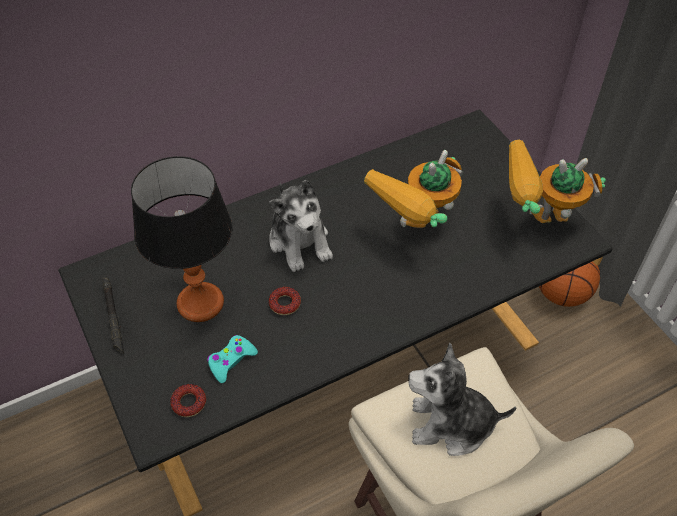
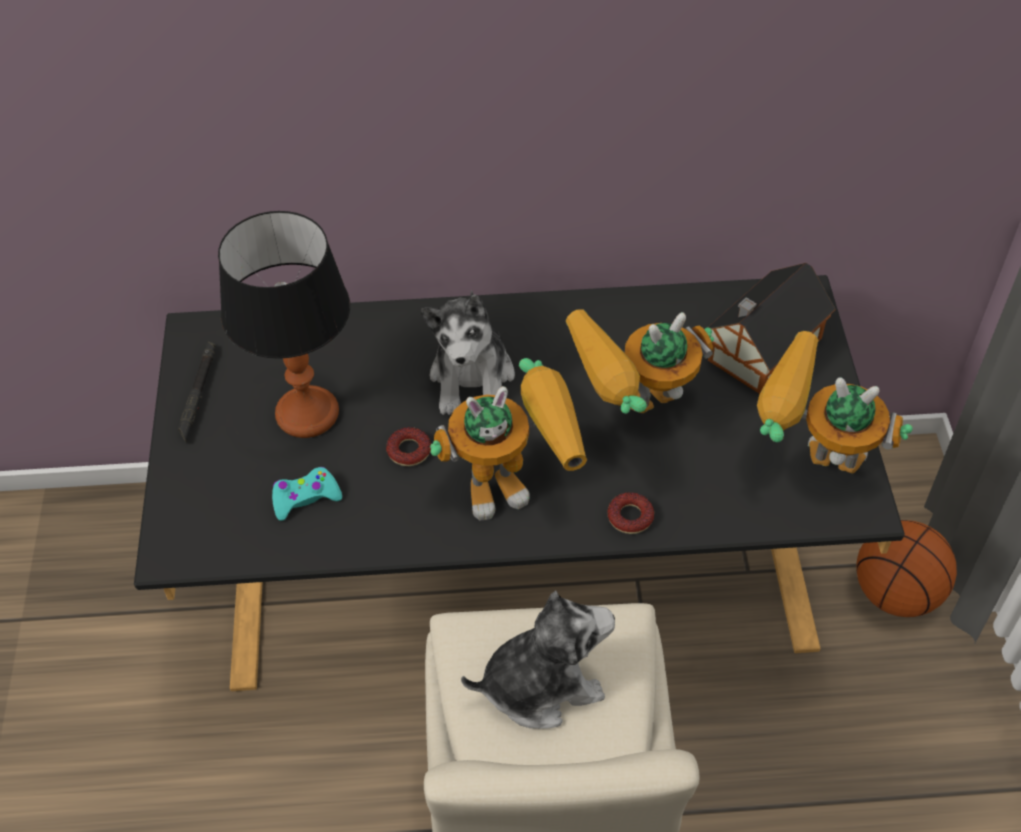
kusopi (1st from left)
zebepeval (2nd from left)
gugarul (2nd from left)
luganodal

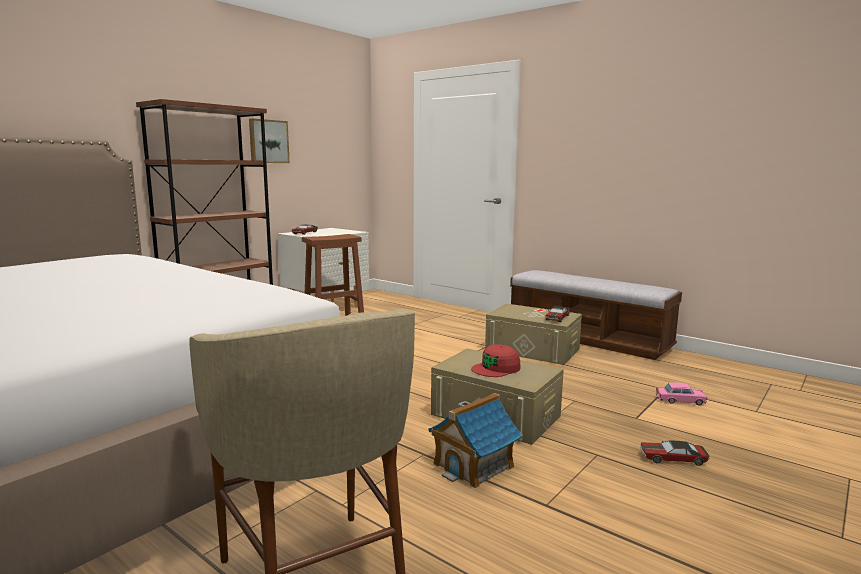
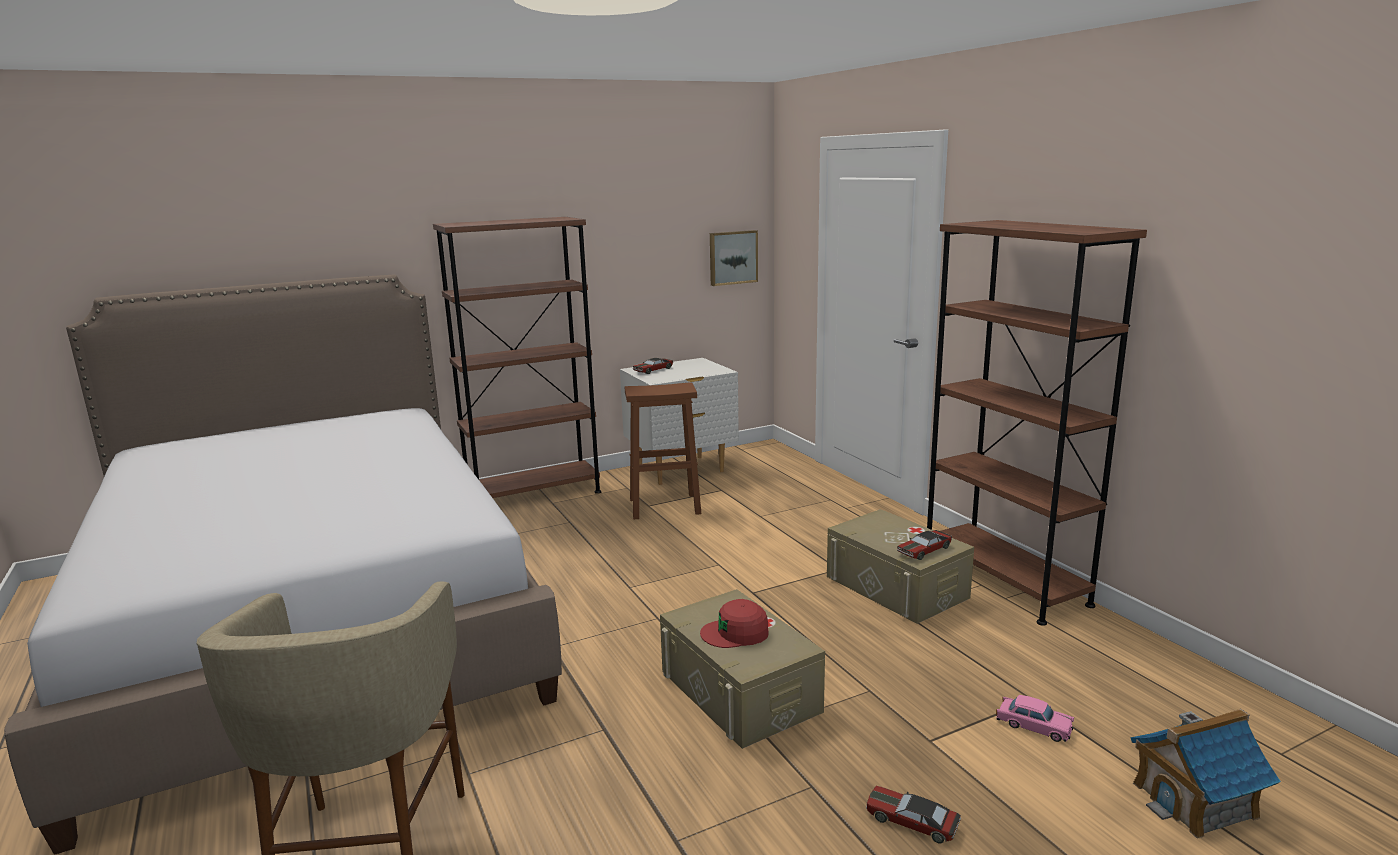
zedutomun
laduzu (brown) (2nd from left)
luganodal

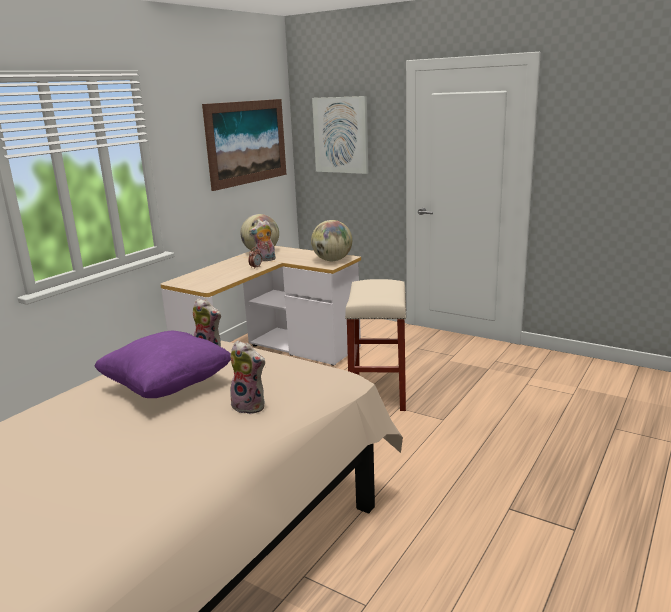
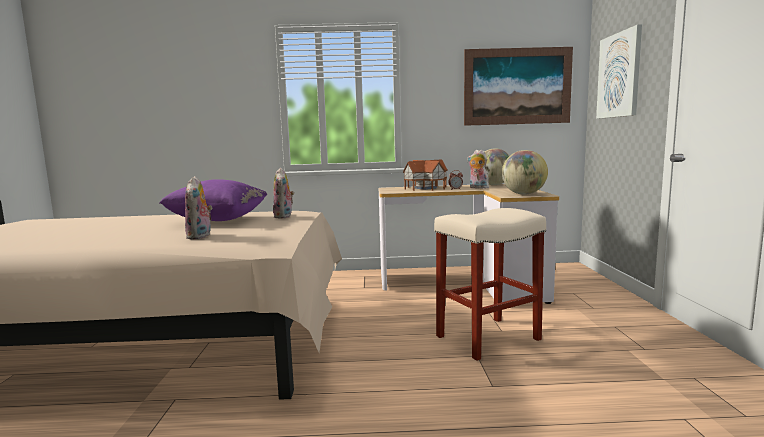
luganodal

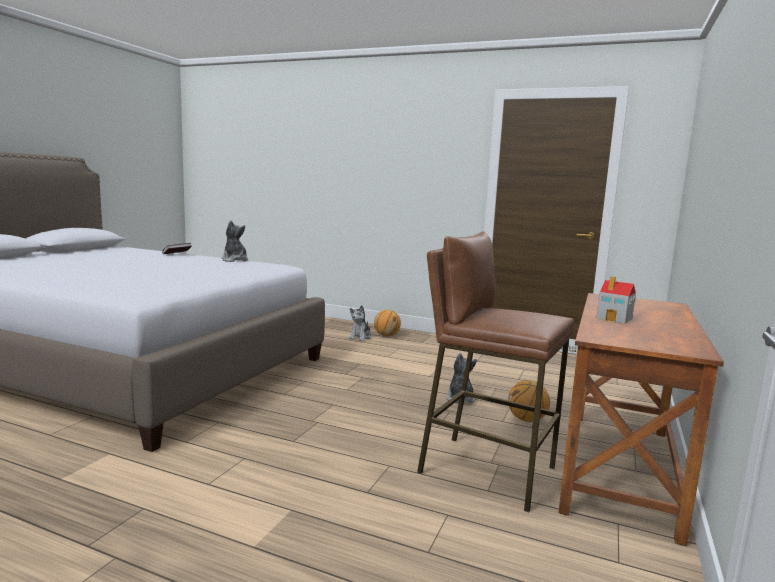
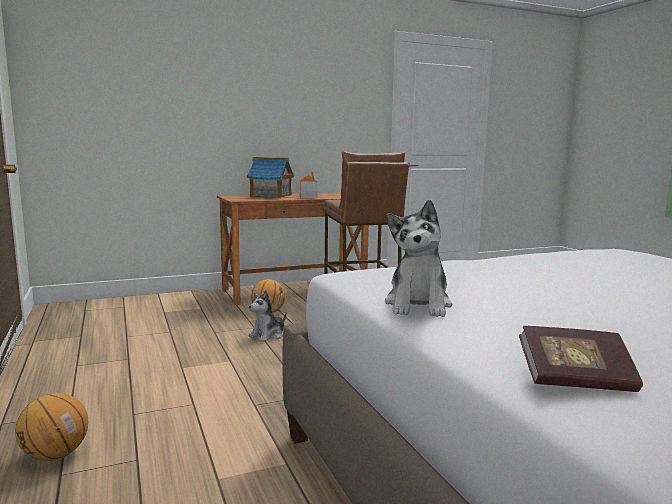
luganodal (1st from left)
zebepeval (2nd from left in the first image)

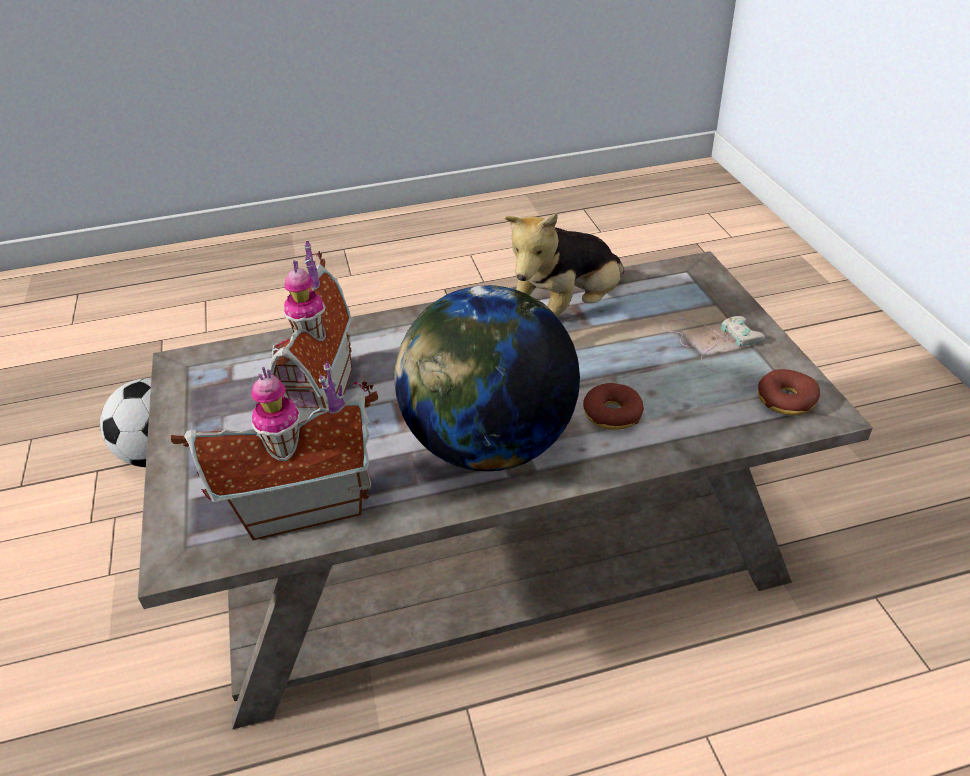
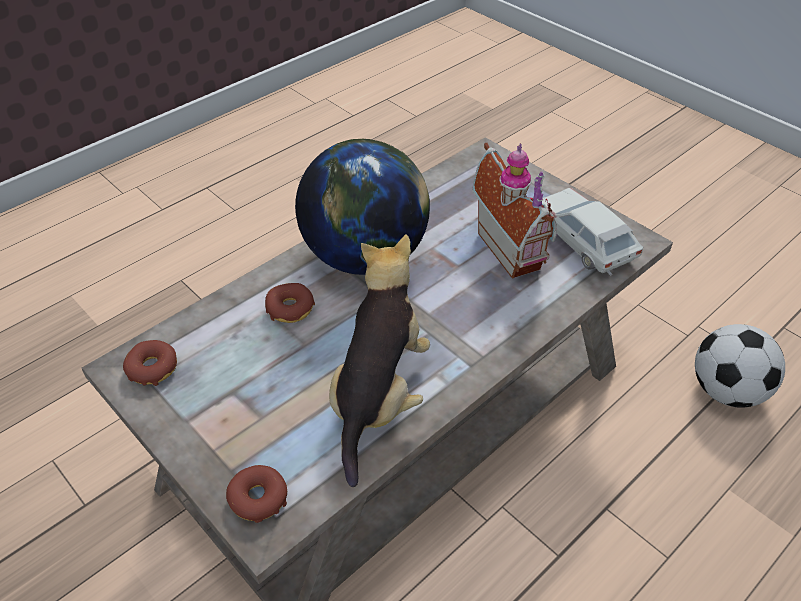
gugarul (2nd from left)
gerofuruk
luganodal (1st from left in the first image)
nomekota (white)

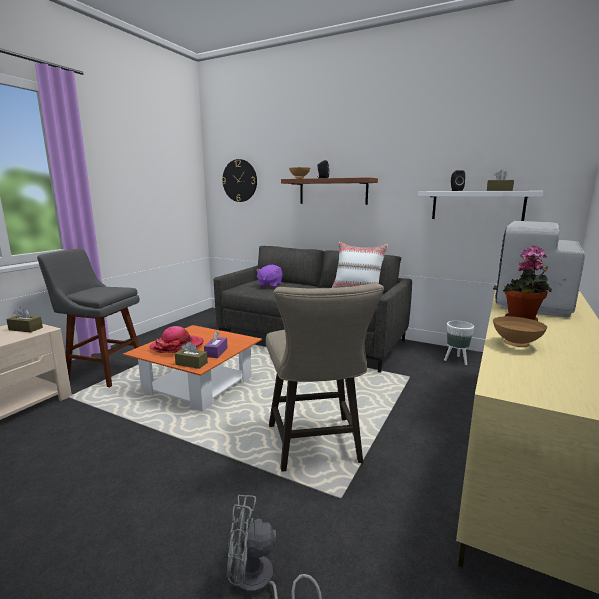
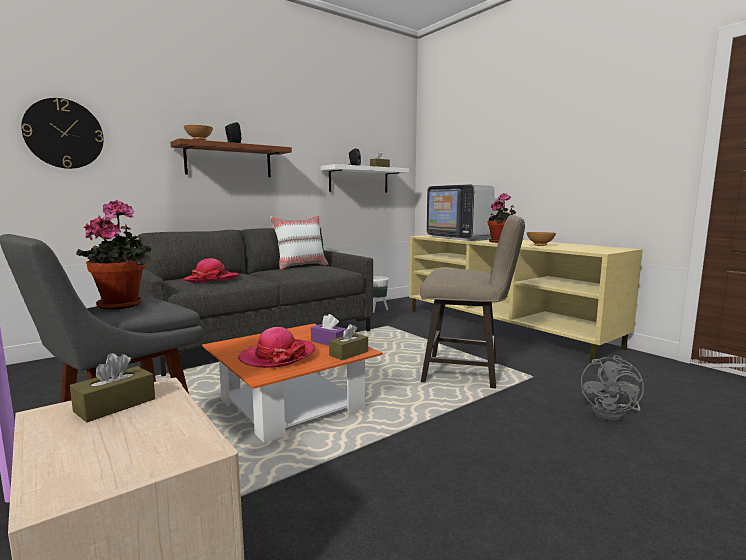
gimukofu (1st from left)
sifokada (1st from left)

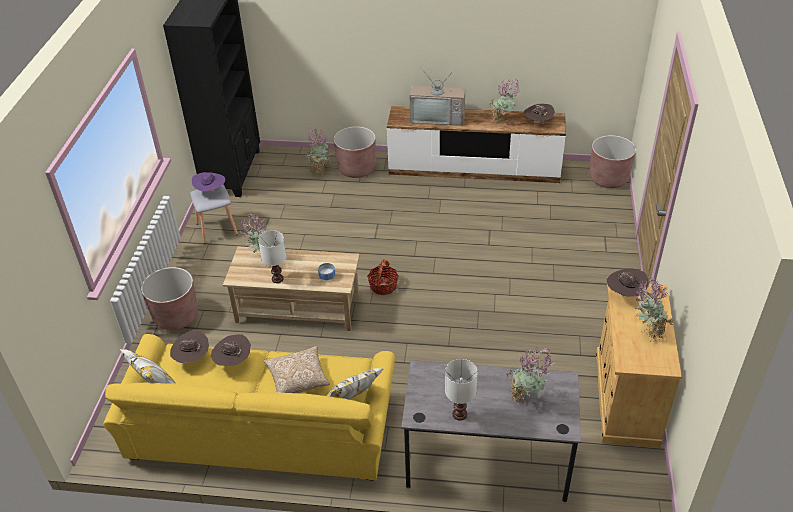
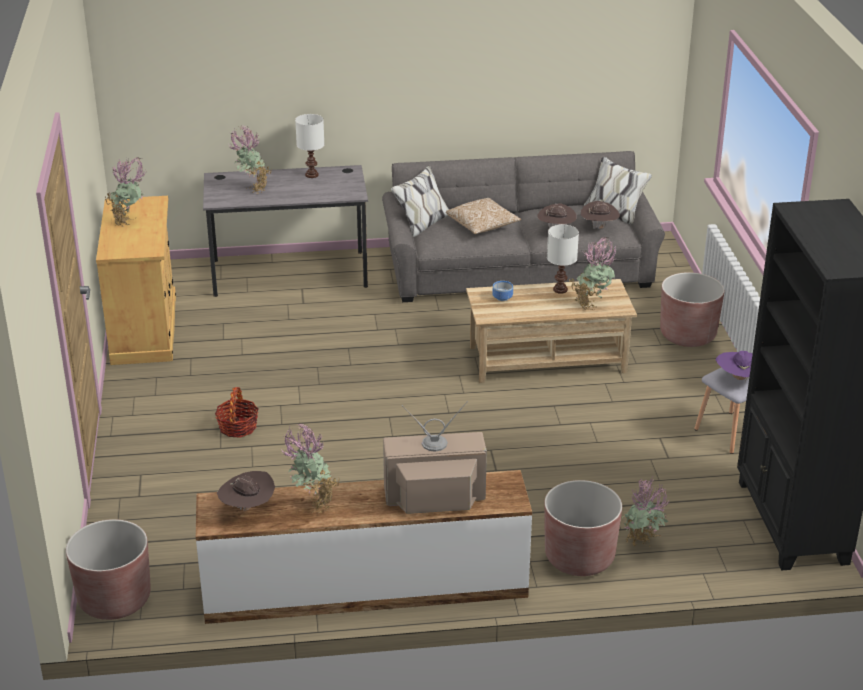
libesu
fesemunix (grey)
sifokada (brown) (4th from left in the first image)

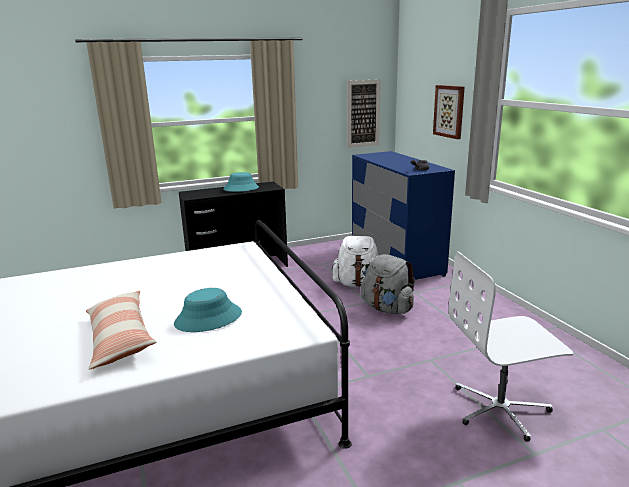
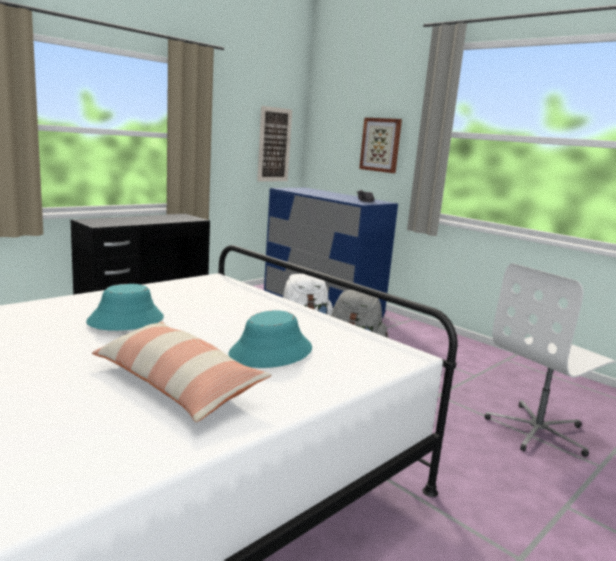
sifokada (turquoise) (1st from left)

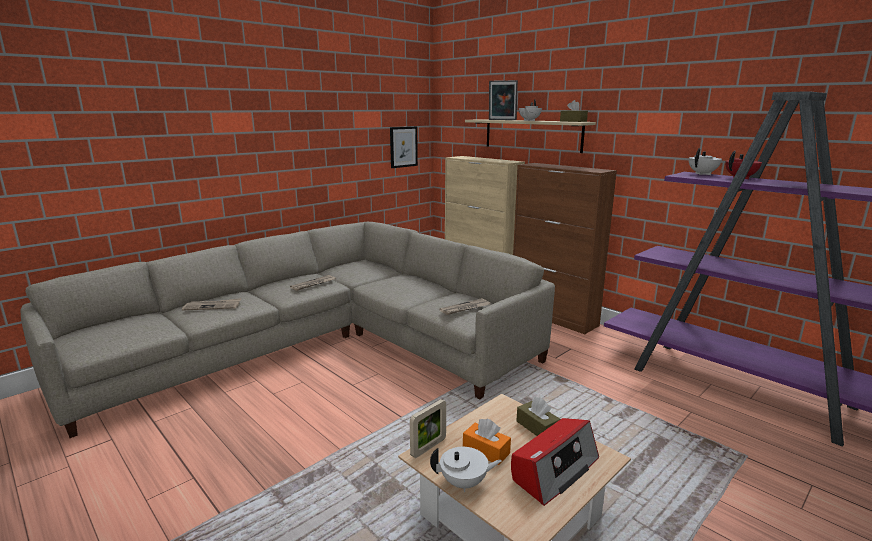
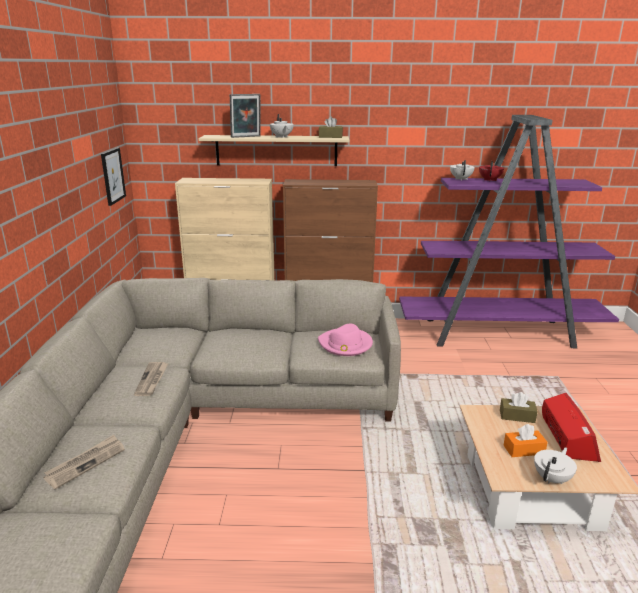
sifokada (pink)
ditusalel (1st from left in the first image)

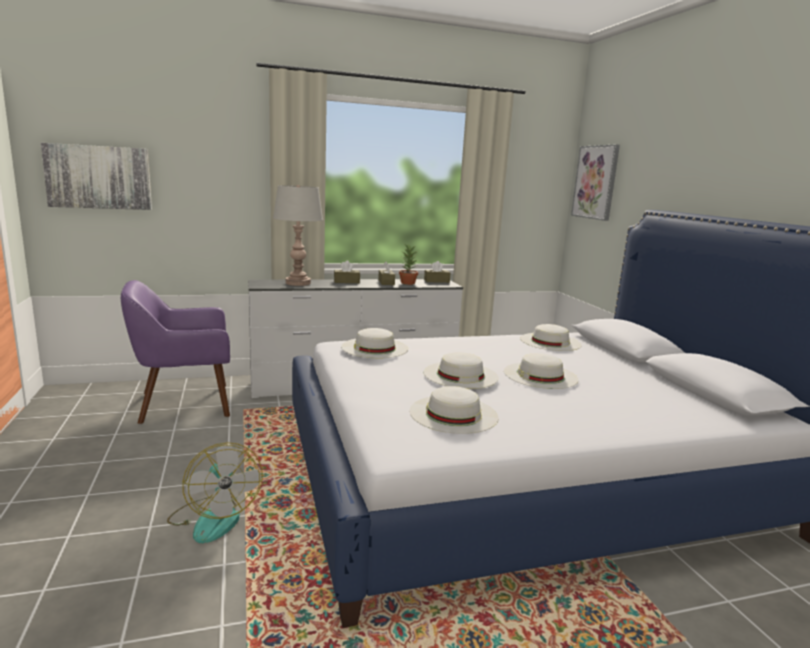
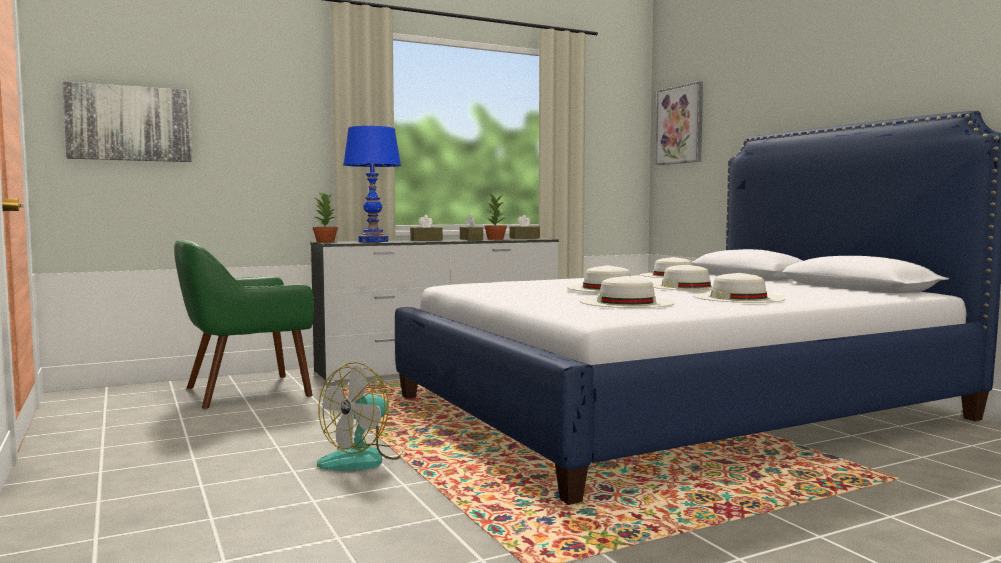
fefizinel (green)
gimukofu (1st from left)
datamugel
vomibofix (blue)
sifokada (white) (5th from left)

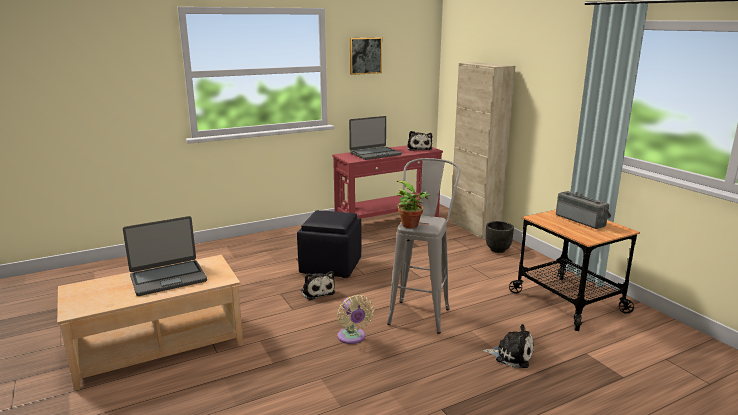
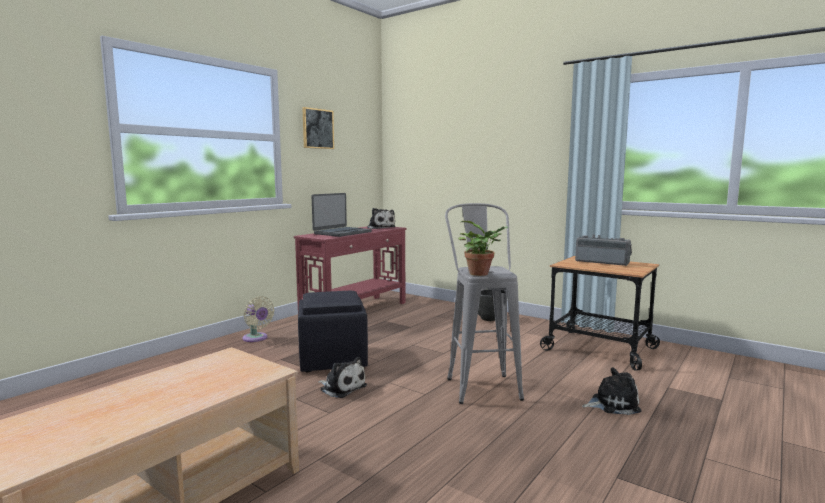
datamugel (beige)
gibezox (1st from left in the first image)
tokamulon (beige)

